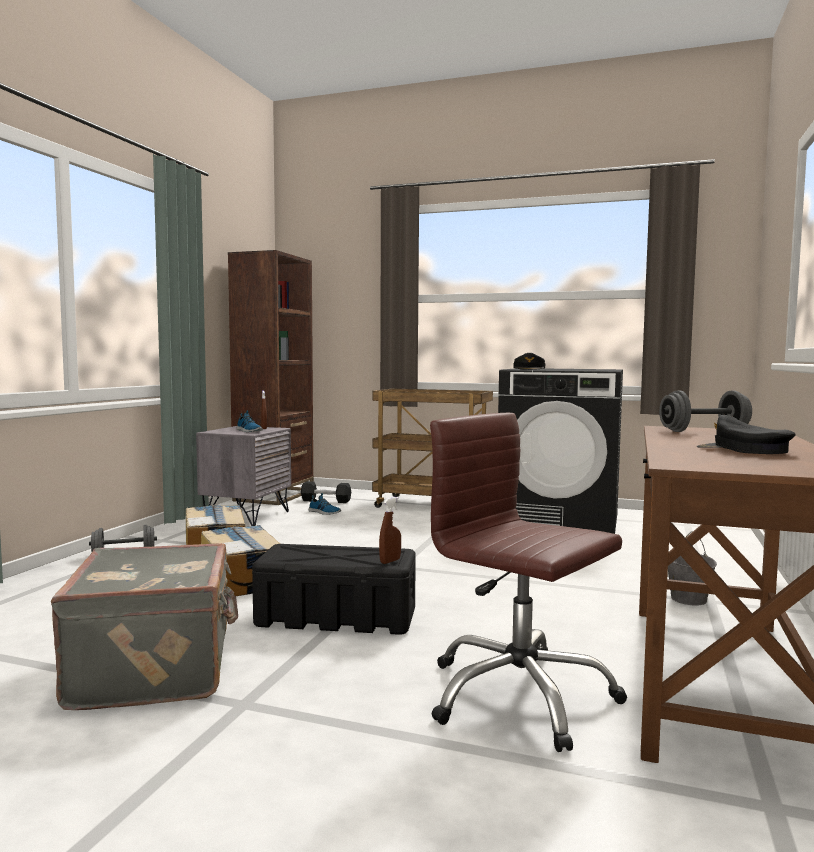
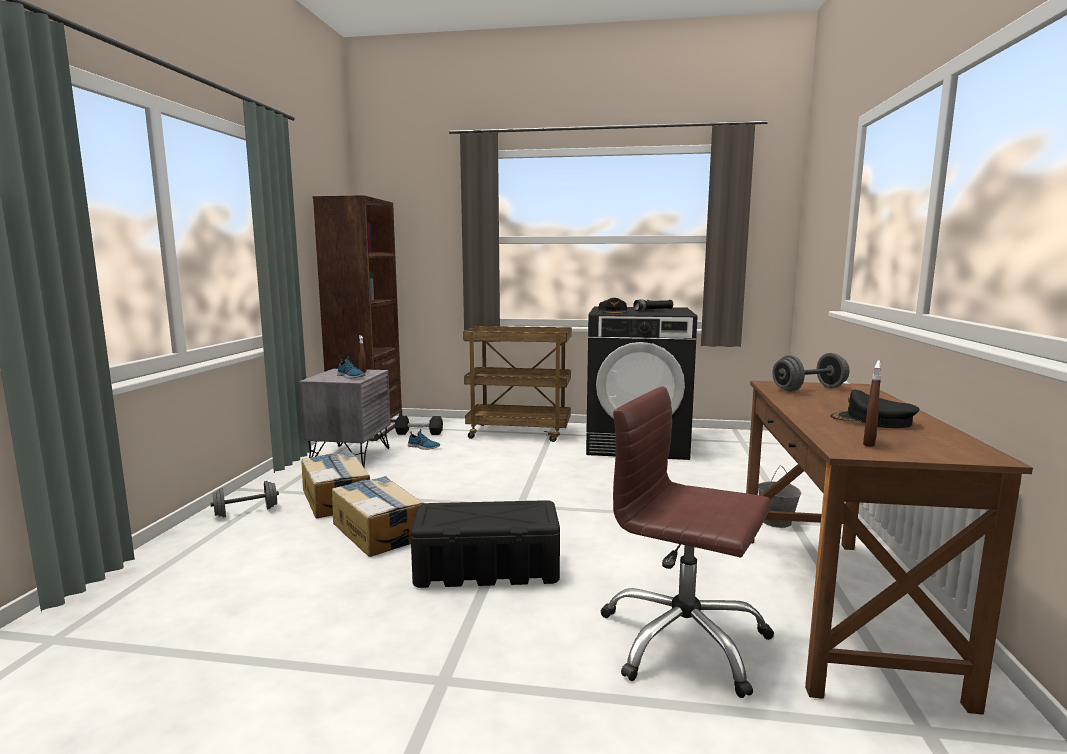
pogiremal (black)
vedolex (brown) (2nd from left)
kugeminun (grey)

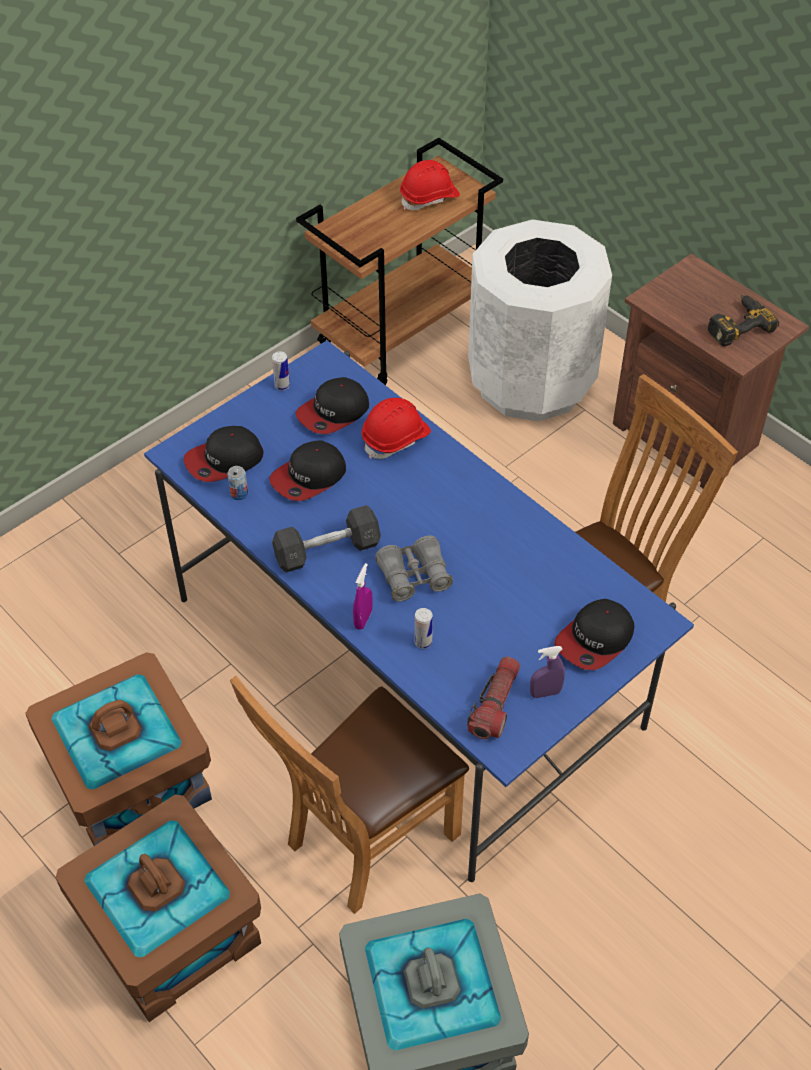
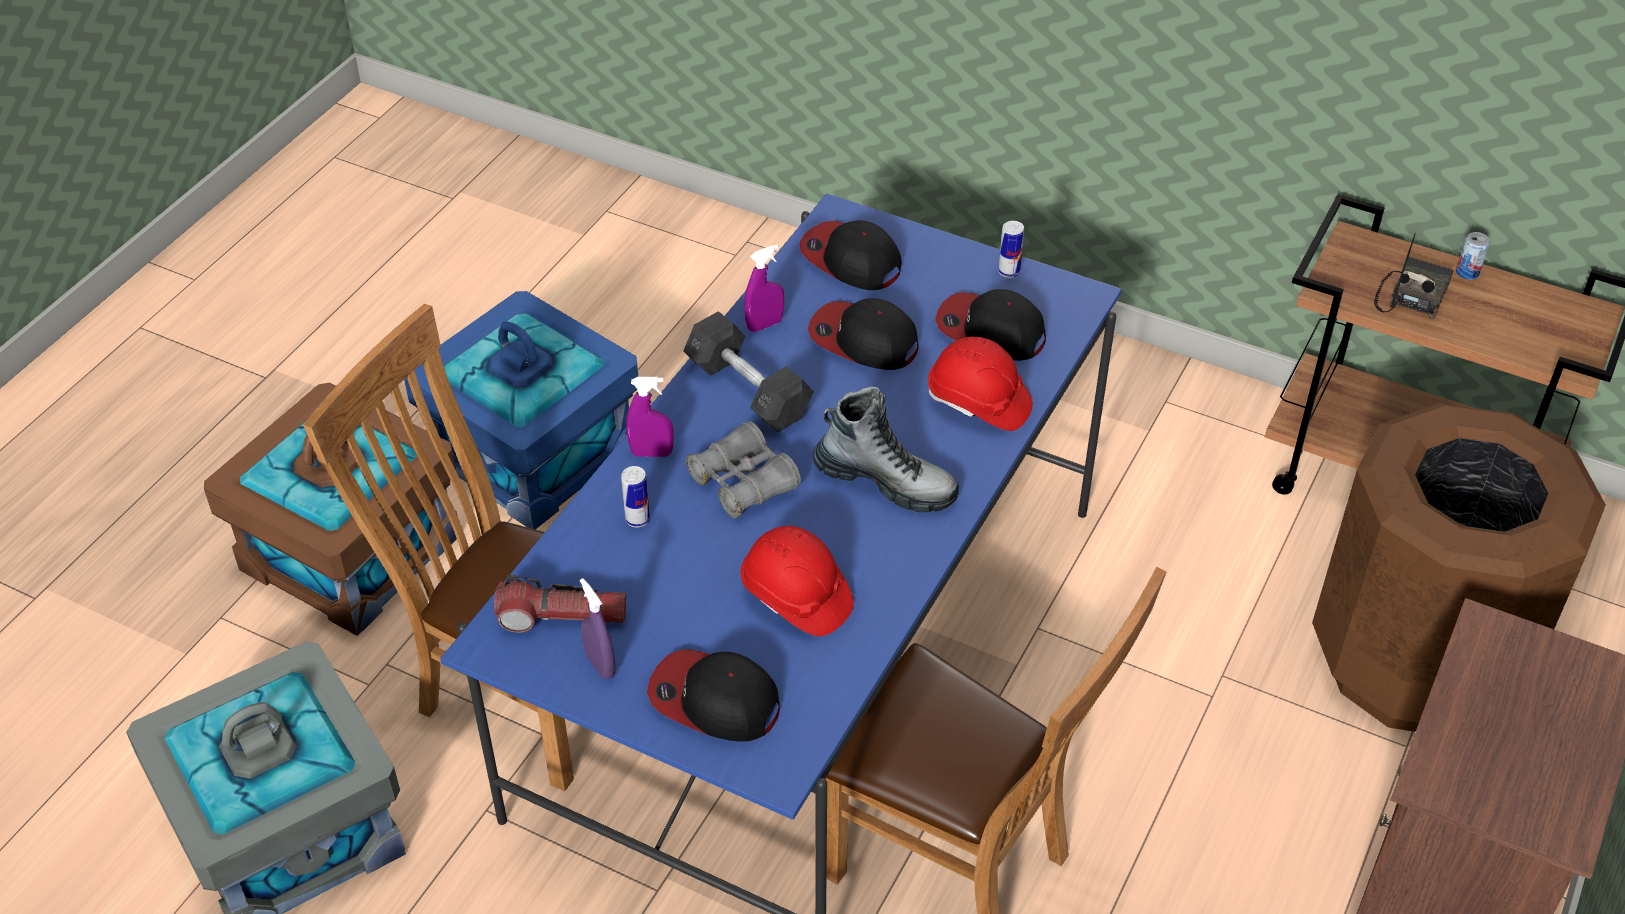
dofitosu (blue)
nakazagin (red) (1st from left)
vedolex (purple) (3rd from left)
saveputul
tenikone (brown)
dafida
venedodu (3rd from left)
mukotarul

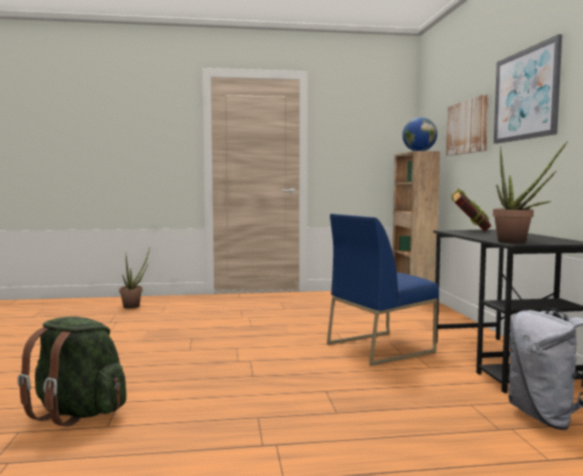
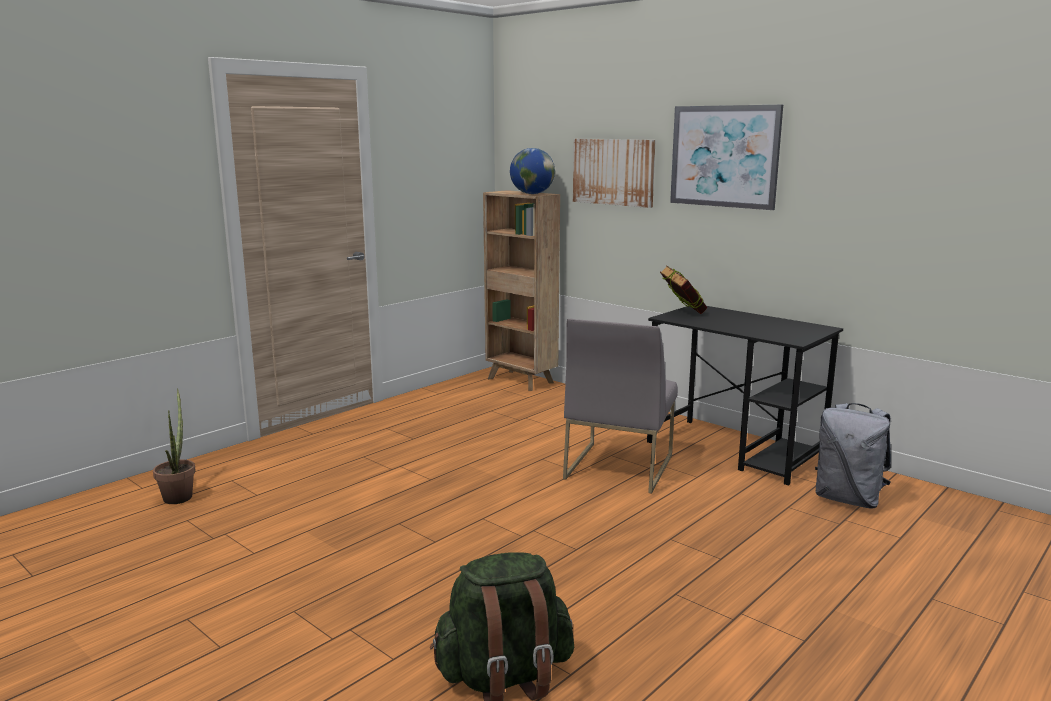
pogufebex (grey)
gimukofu (2nd from left in the first image)

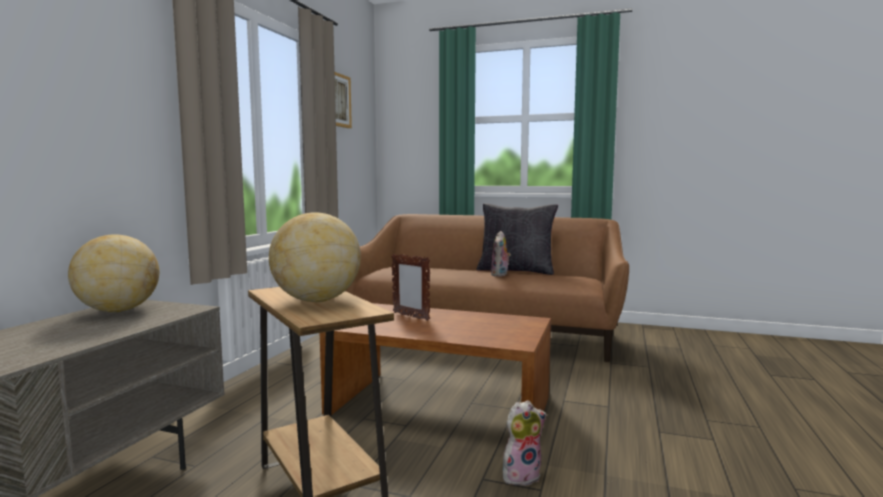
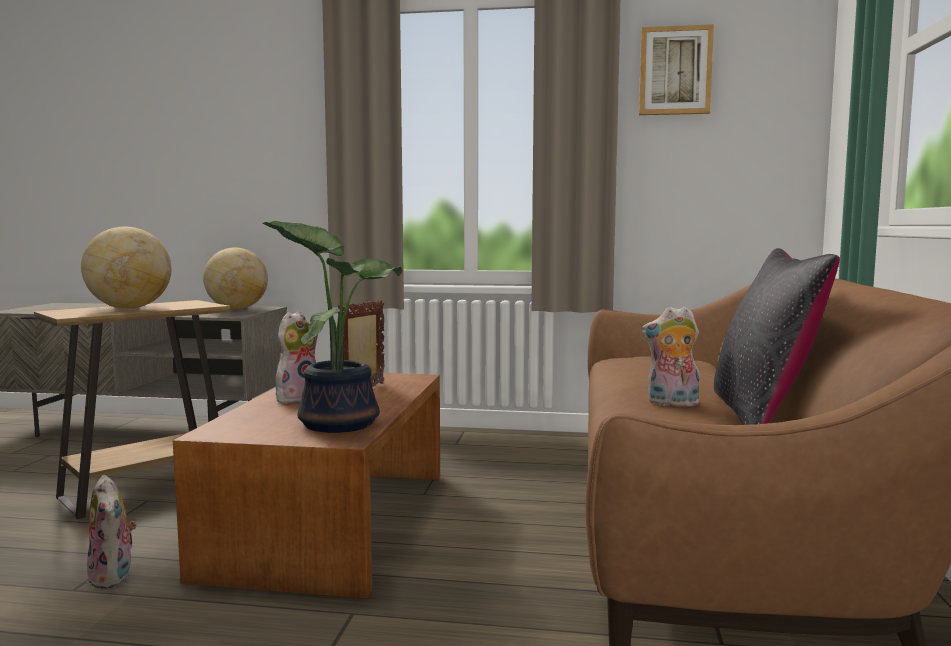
gimukofu
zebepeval (2nd from left)

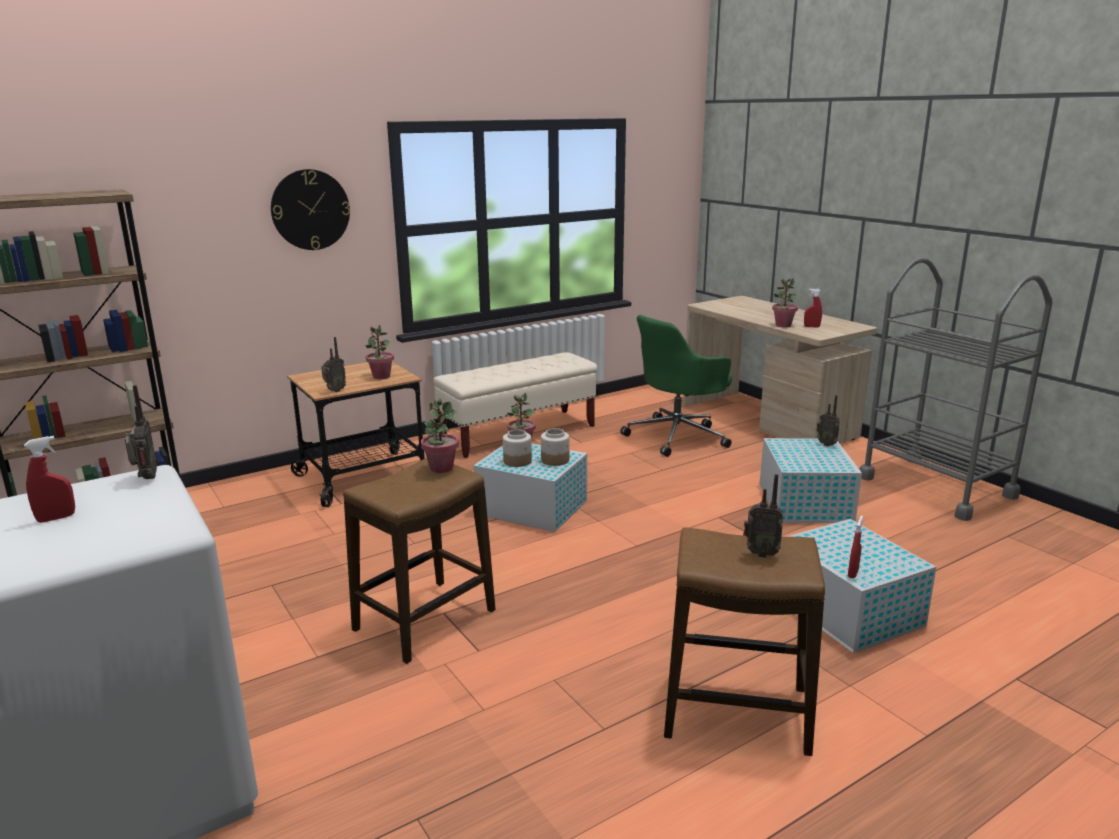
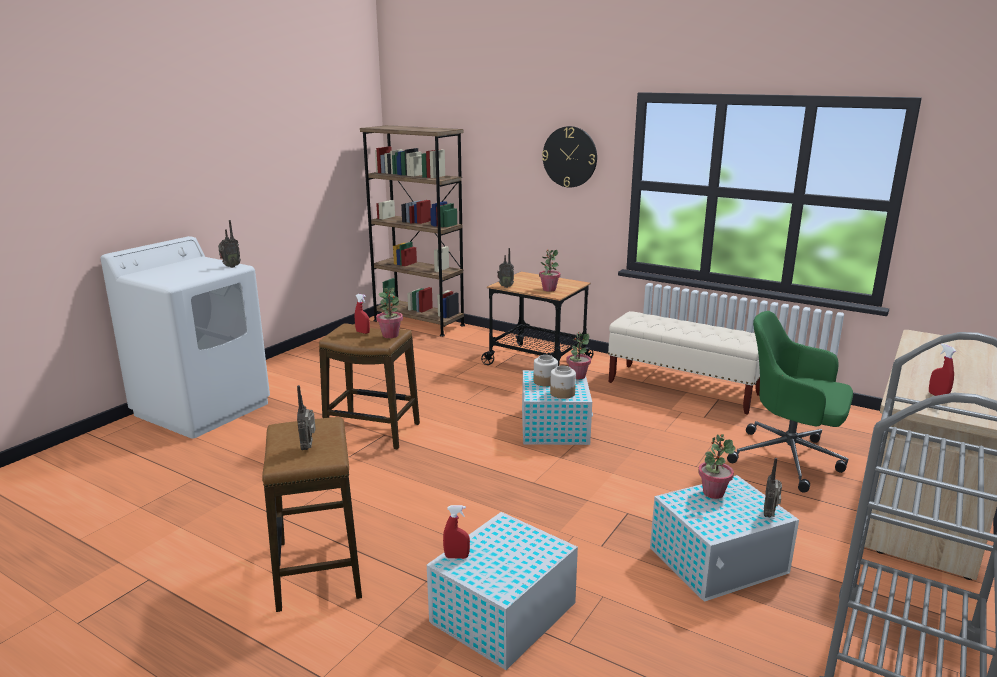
vedolex (red) (1st from left)
gimukofu (4th from left)

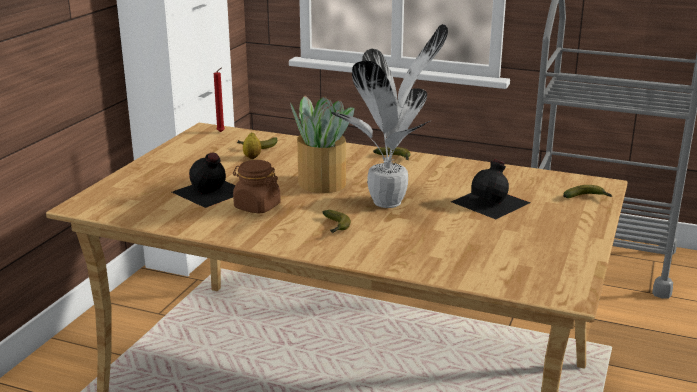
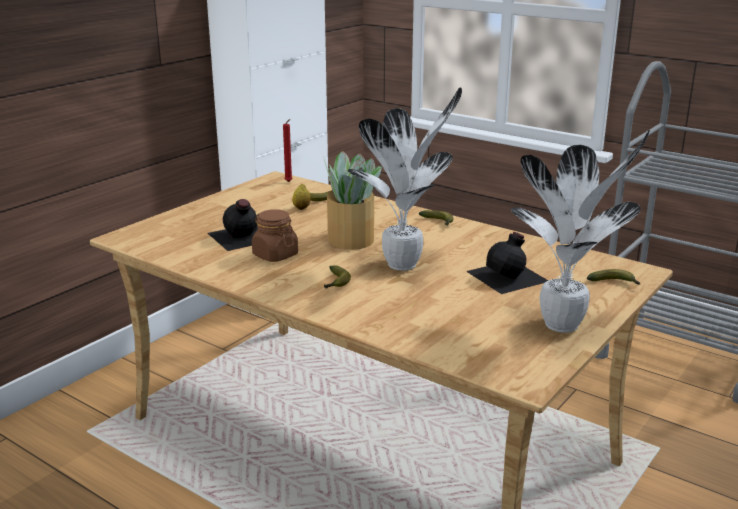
gimukofu (3rd from left)

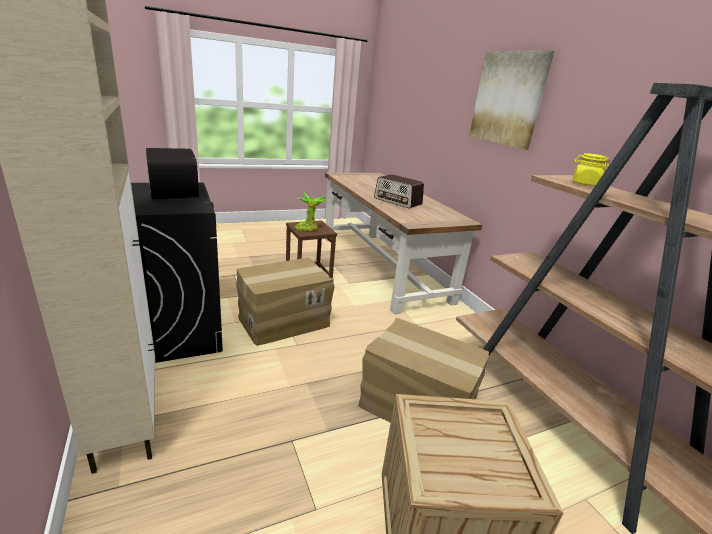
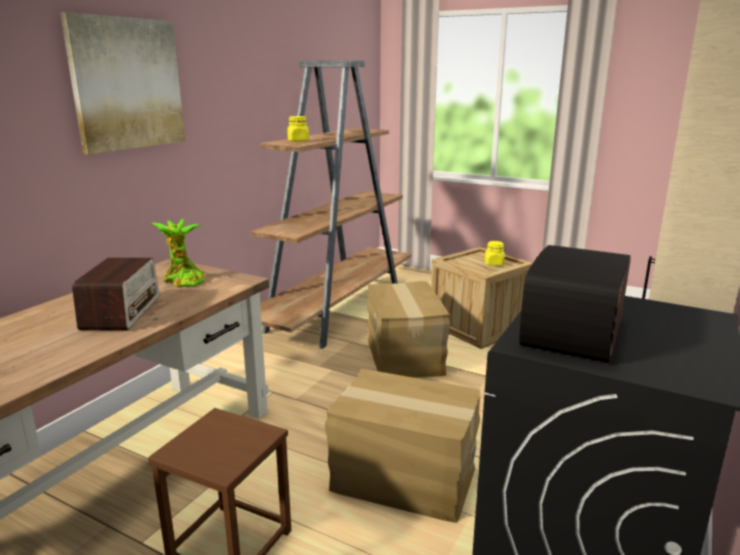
gimukofu
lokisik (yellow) (2nd from left)

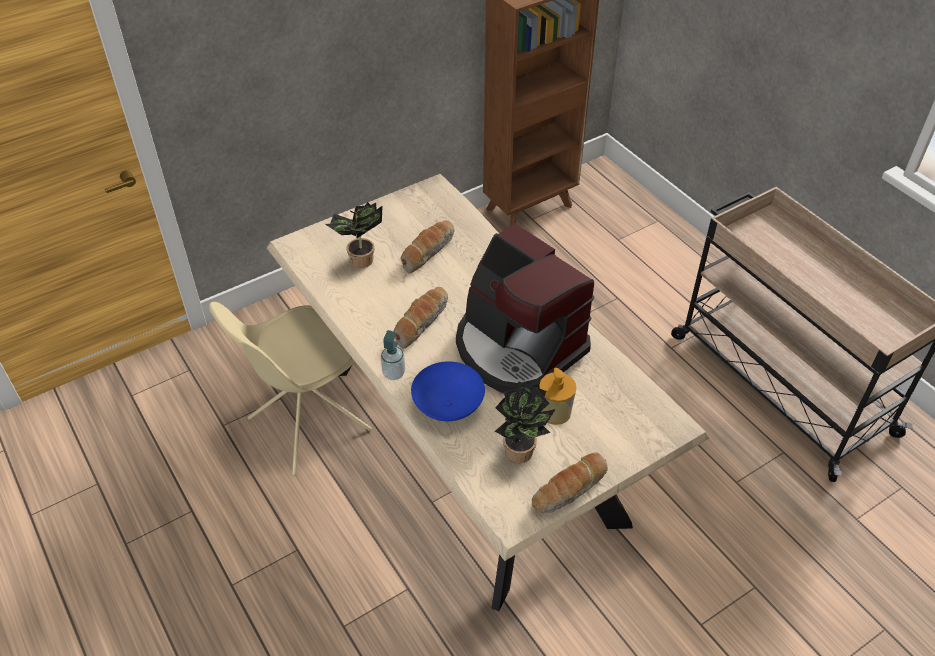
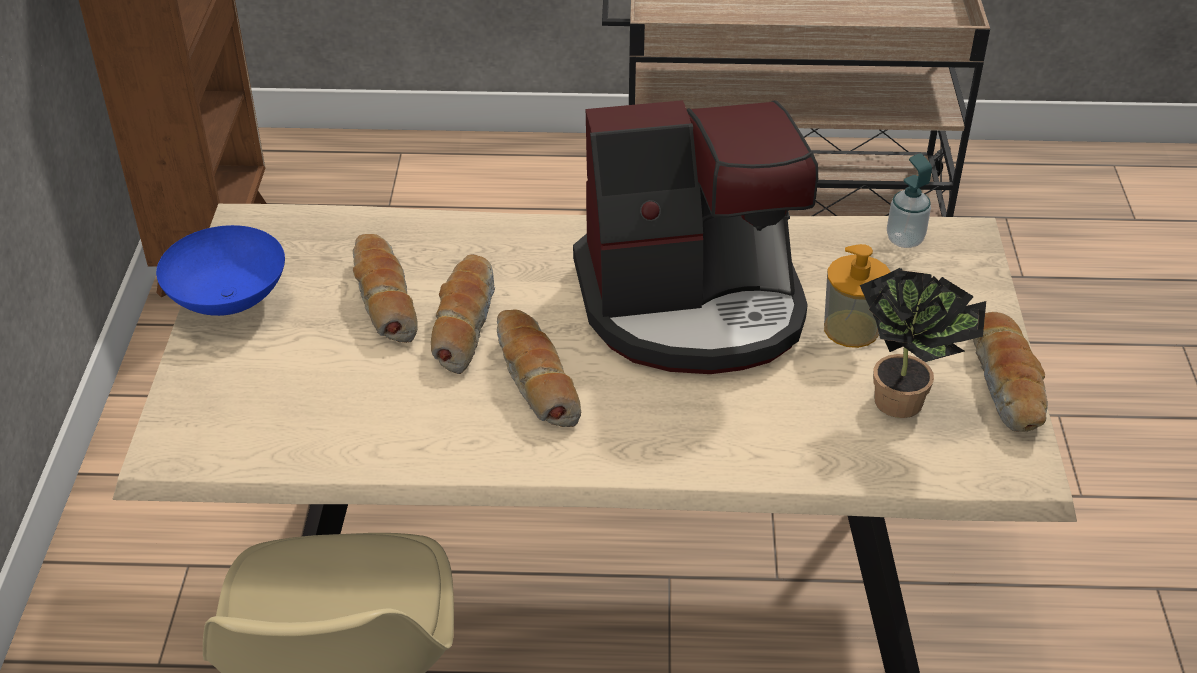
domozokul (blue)
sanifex (2nd from left)
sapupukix (2nd from left)
gimukofu (1st from left in the first image)

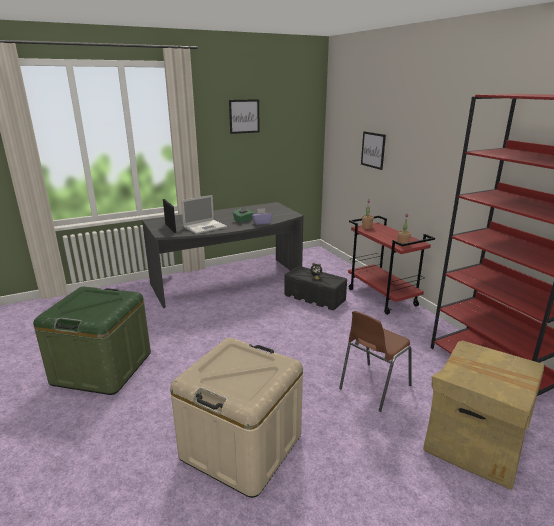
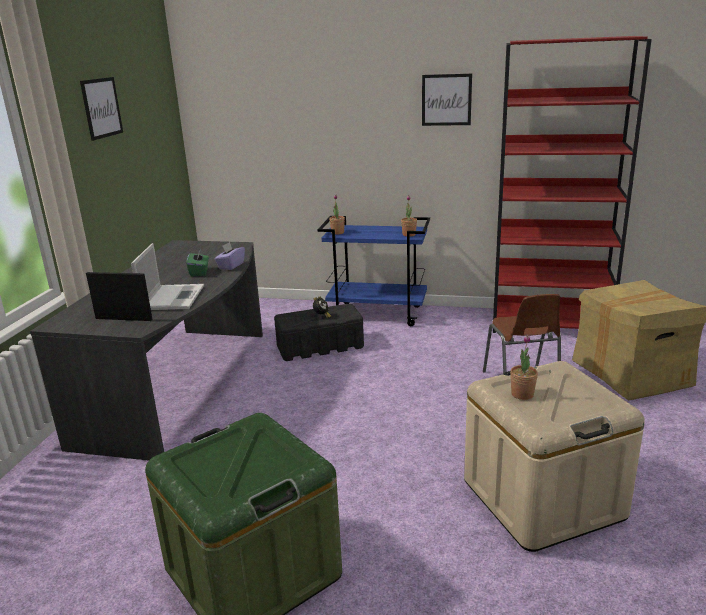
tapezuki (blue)
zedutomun (2nd from left)
gimukofu (3rd from left)

